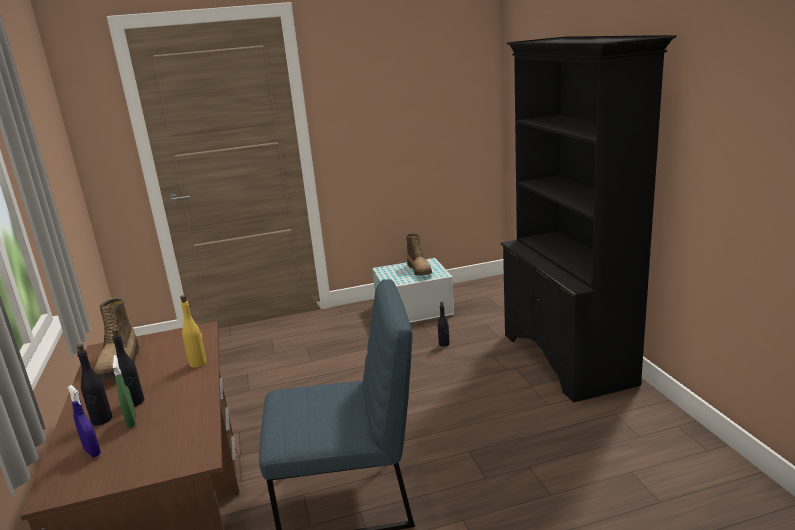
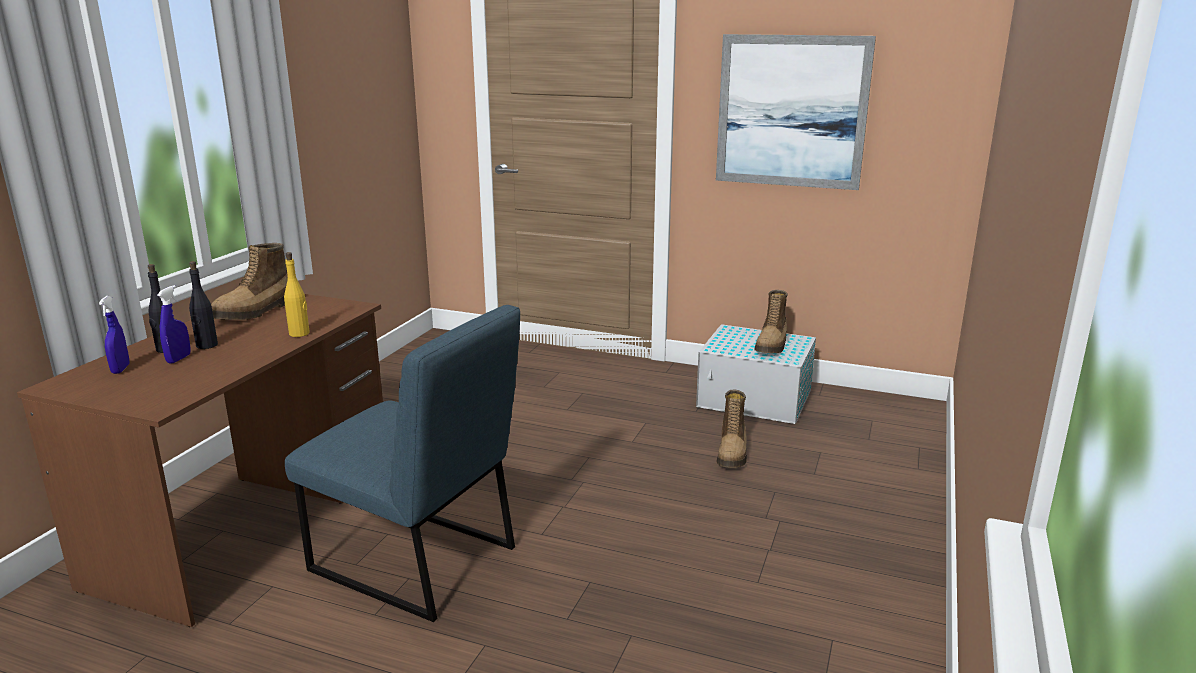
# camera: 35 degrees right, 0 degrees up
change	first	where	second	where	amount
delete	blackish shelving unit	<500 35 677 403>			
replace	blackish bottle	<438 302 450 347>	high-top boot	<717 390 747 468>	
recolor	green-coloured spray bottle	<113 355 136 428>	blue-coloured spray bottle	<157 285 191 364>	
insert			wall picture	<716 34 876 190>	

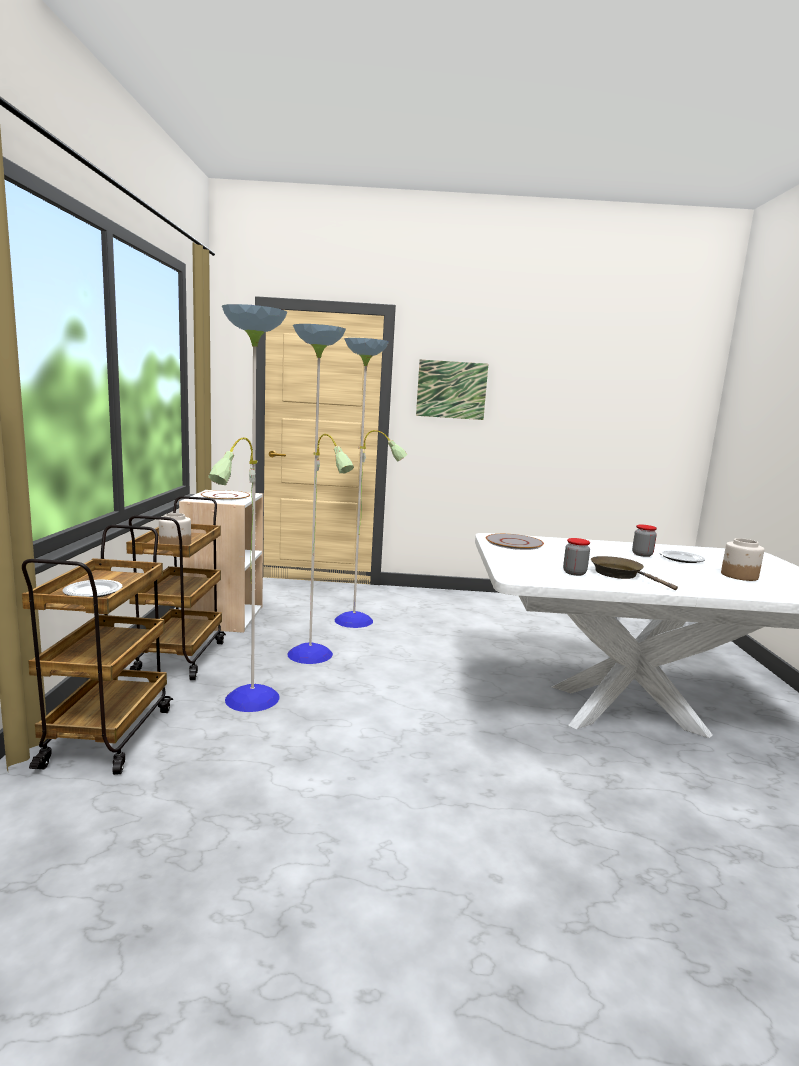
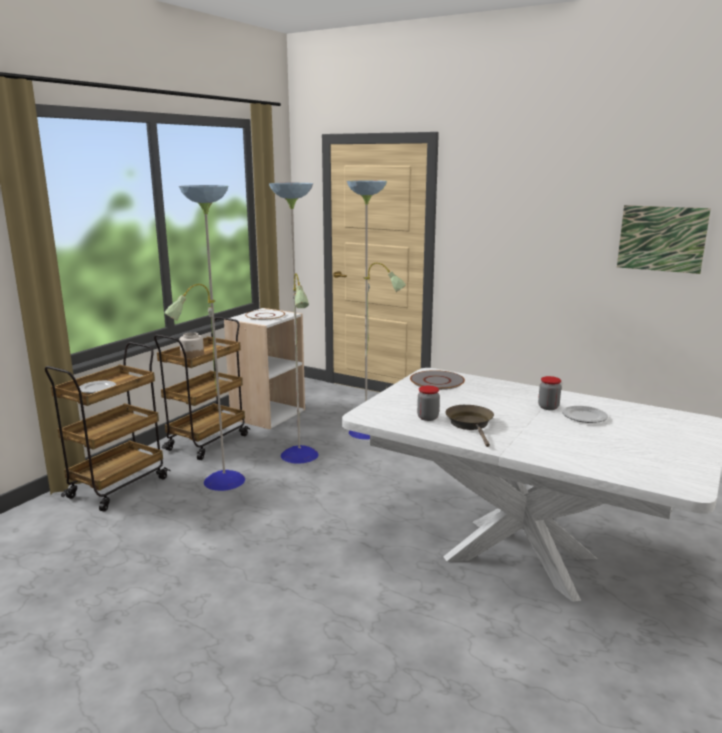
# camera: 30 degrees right, 5 degrees up
change	first	where	second	where	amount
move	wall picture	<416 360 488 420>		<617 205 711 274>	
delete	jar	<721 538 764 581>			

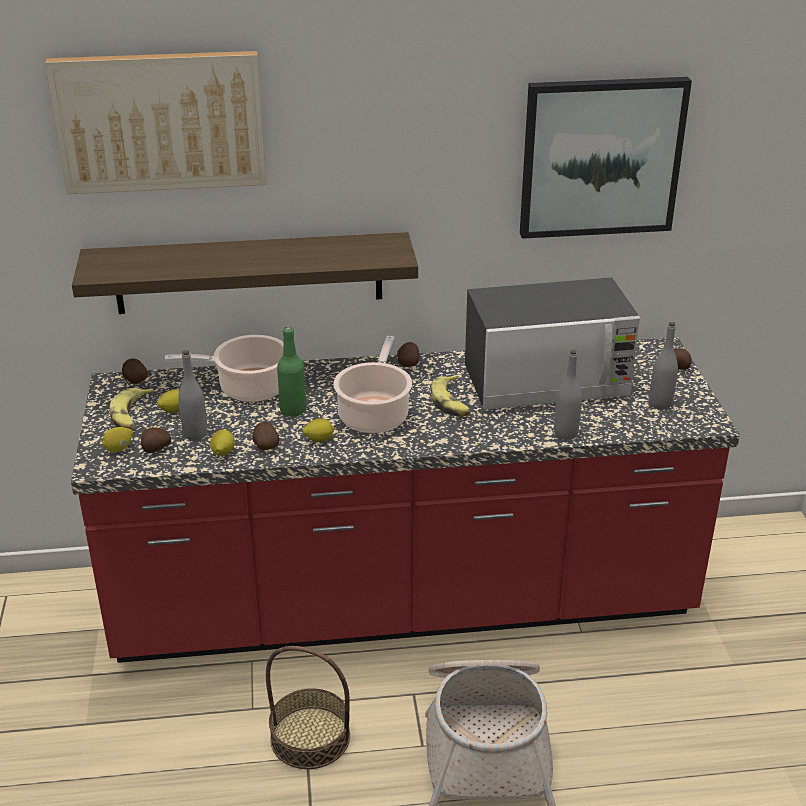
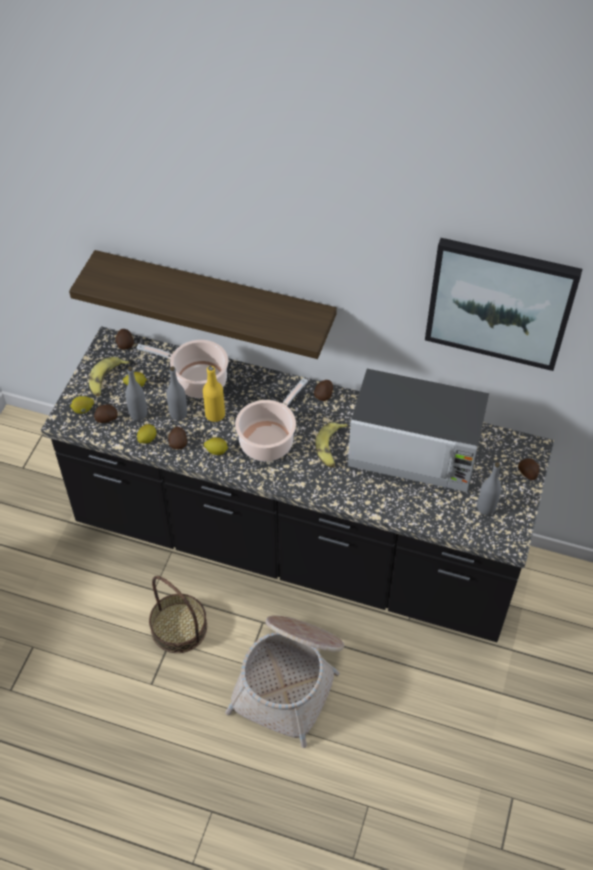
# camera: 25 degrees right, 20 degrees up
change	first	where	second	where	amount
delete	wall picture	<45 51 266 194>			
recolor	green-coloured bottle	<277 327 306 417>	yellowish bottle	<203 366 225 422>	
recolor	red kitchen counter	<71 337 740 663>	blackish kitchen counter	<41 326 554 642>	
move	grey bottle	<554 350 582 440>		<166 366 187 420>	

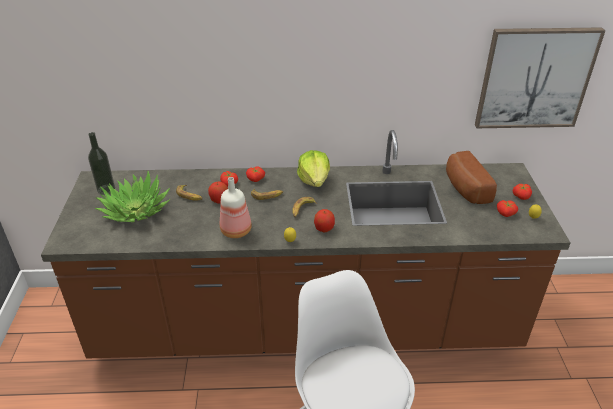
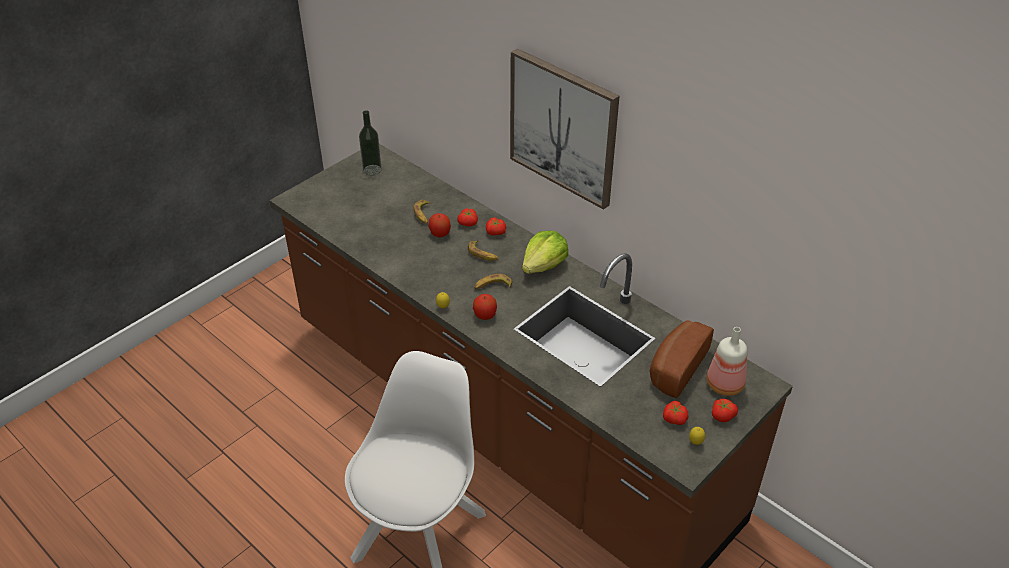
# camera: 45 degrees right, 5 degrees up
change	first	where	second	where	amount
move	wall picture	<475 27 605 128>		<510 48 620 210>	
delete	houseplant	<95 171 171 222>			
move	bottle	<220 177 252 238>		<707 327 747 396>	

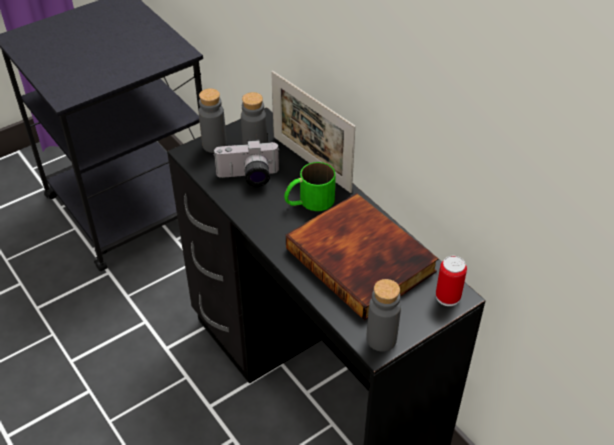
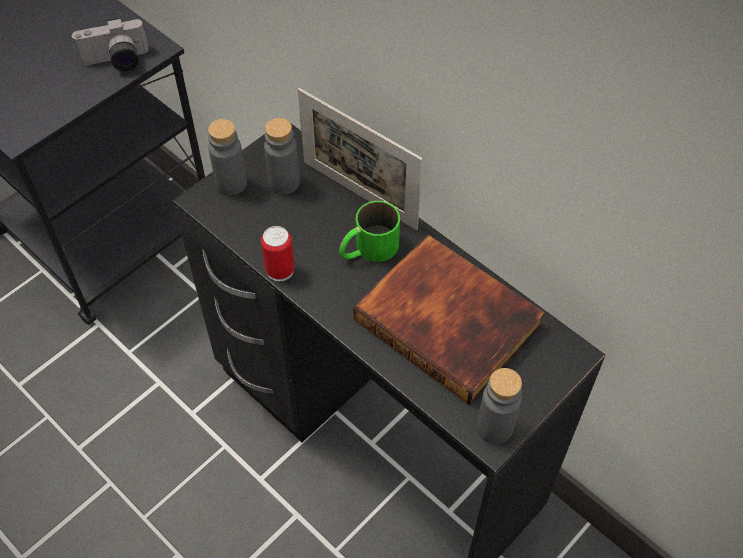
# camera: 10 degrees left, 10 degrees up
change	first	where	second	where	amount
move	photo camera	<213 139 280 187>		<72 17 149 71>	
move	sealed can	<436 255 467 306>		<261 226 295 281>	

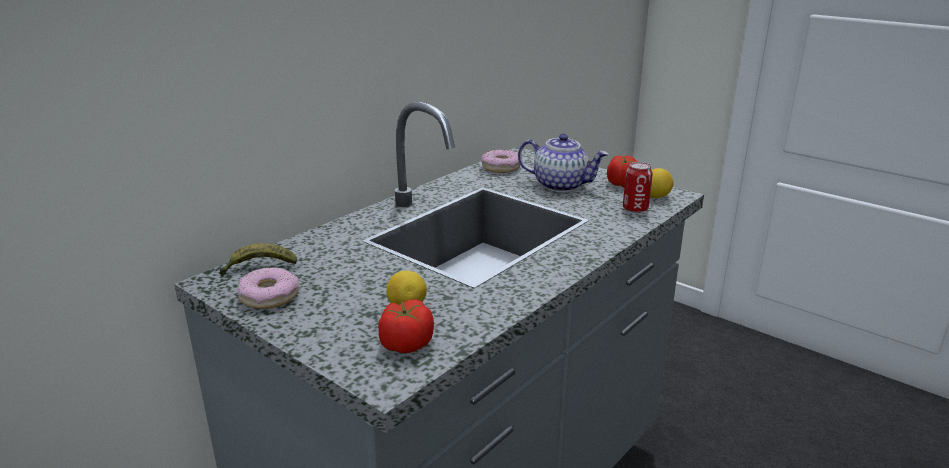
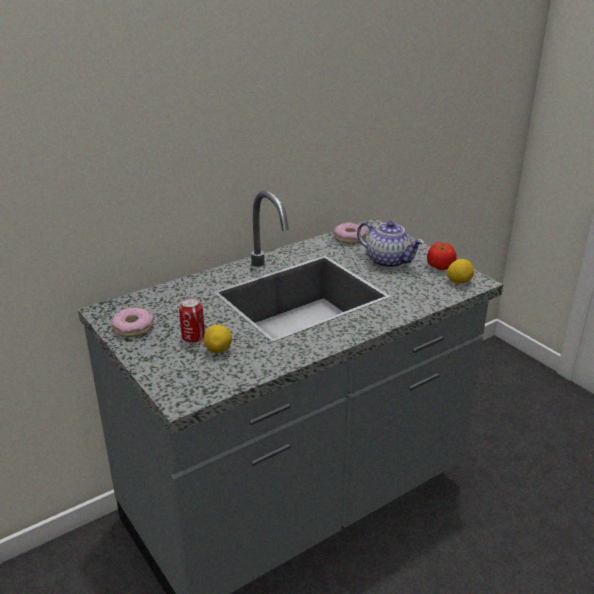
# camera: 15 degrees right, 5 degrees up
change	first	where	second	where	amount
move	sealed can	<623 162 653 213>		<179 297 205 343>	
delete	whole banana	<220 244 297 276>			
delete	fresh tomato	<378 299 434 353>			

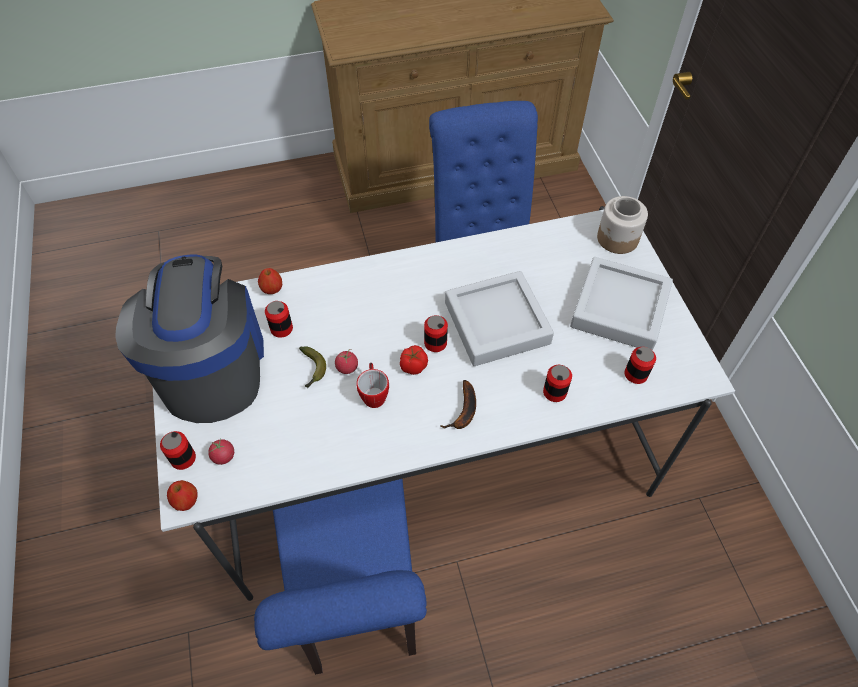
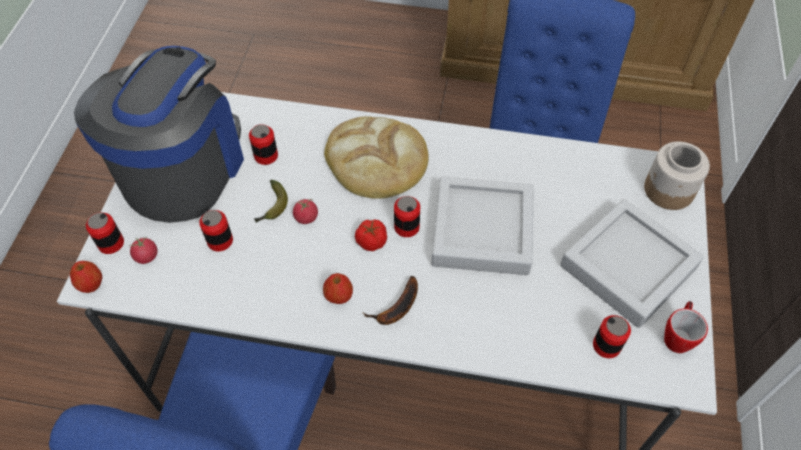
# camera: 25 degrees right, 0 degrees up
change	first	where	second	where	amount
move	apple fruit	<258 268 282 294>		<323 273 353 304>	
move	mug	<356 363 389 408>		<664 301 708 353>	
move	sealed can	<543 365 572 402>		<199 210 233 251>	
insert			bakery bread	<324 116 428 199>	

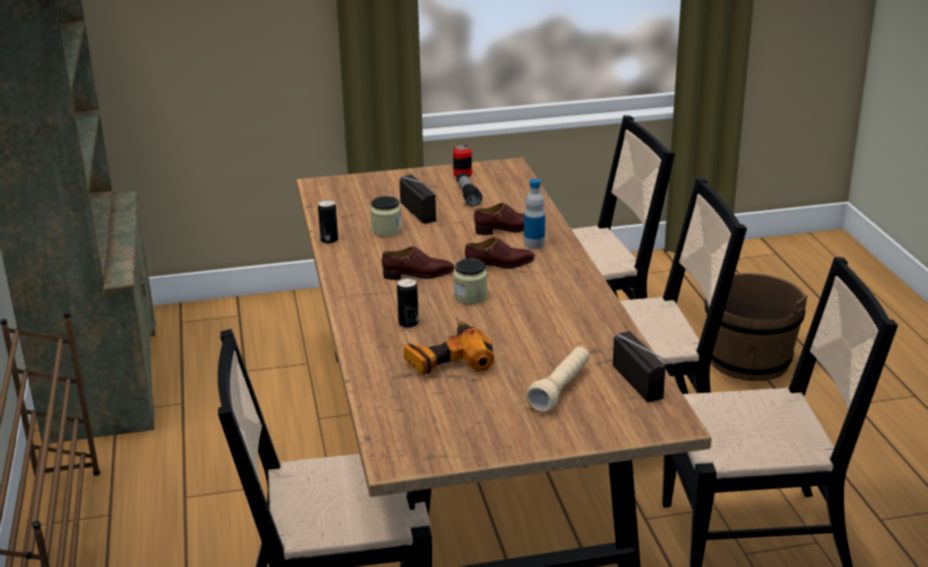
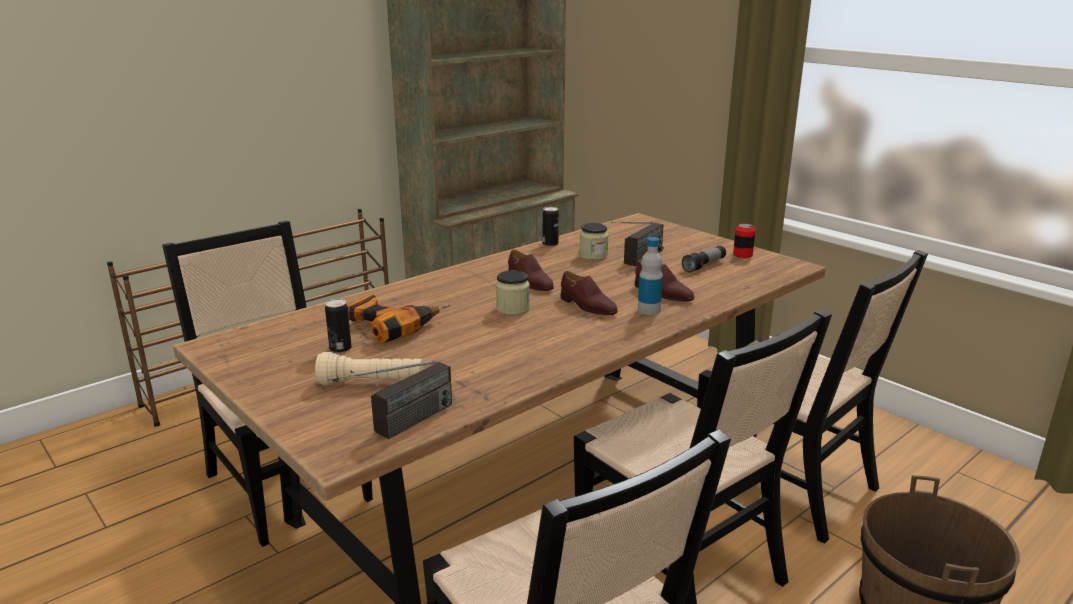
# camera: 60 degrees right, 5 degrees down
change	first	where	second	where	amount
move	sealed can	<397 278 419 328>		<325 299 352 353>	

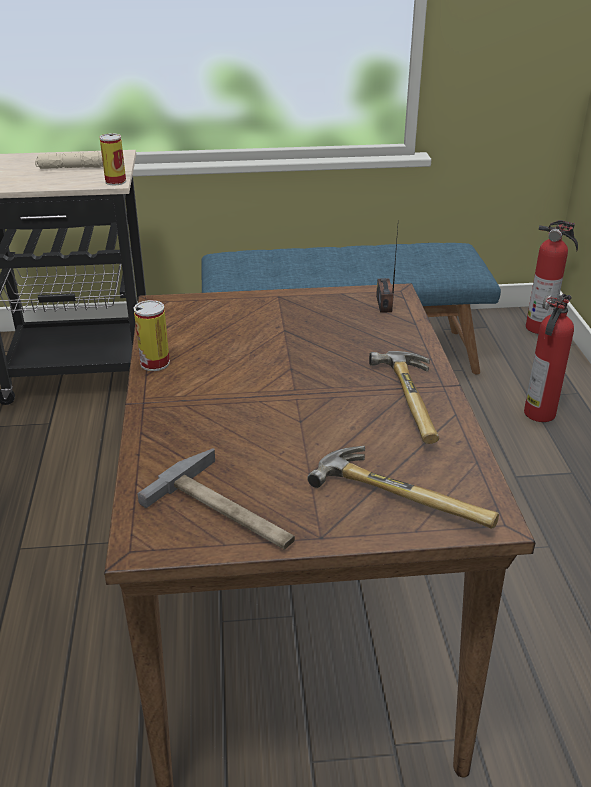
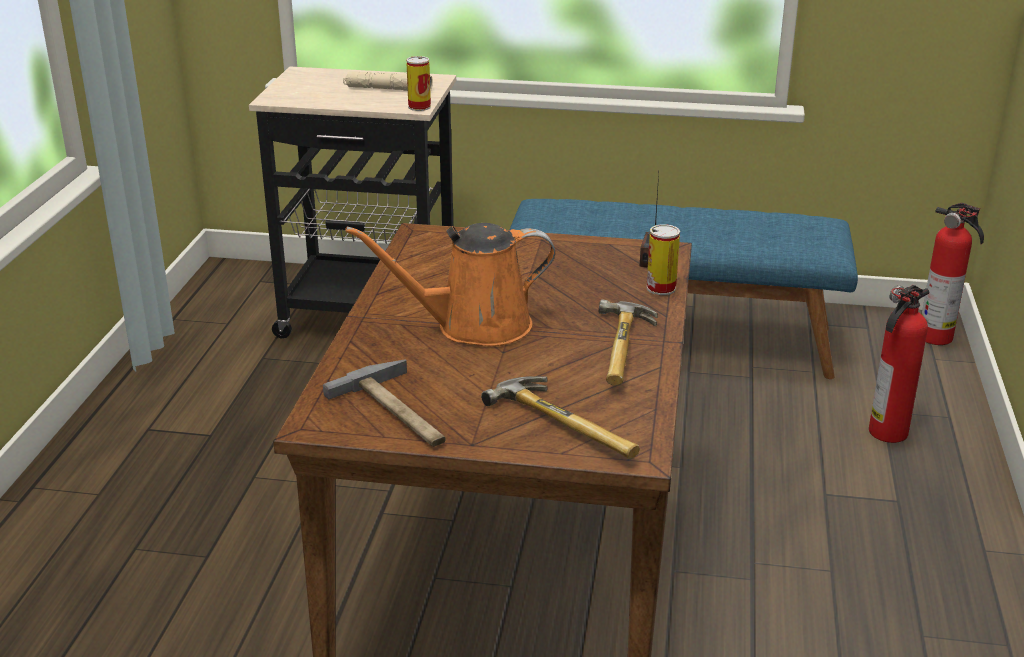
# camera: 15 degrees right, 5 degrees down
change	first	where	second	where	amount
move	sealed can	<134 300 170 371>		<647 224 680 295>	
insert			orange watering can	<345 223 555 346>	

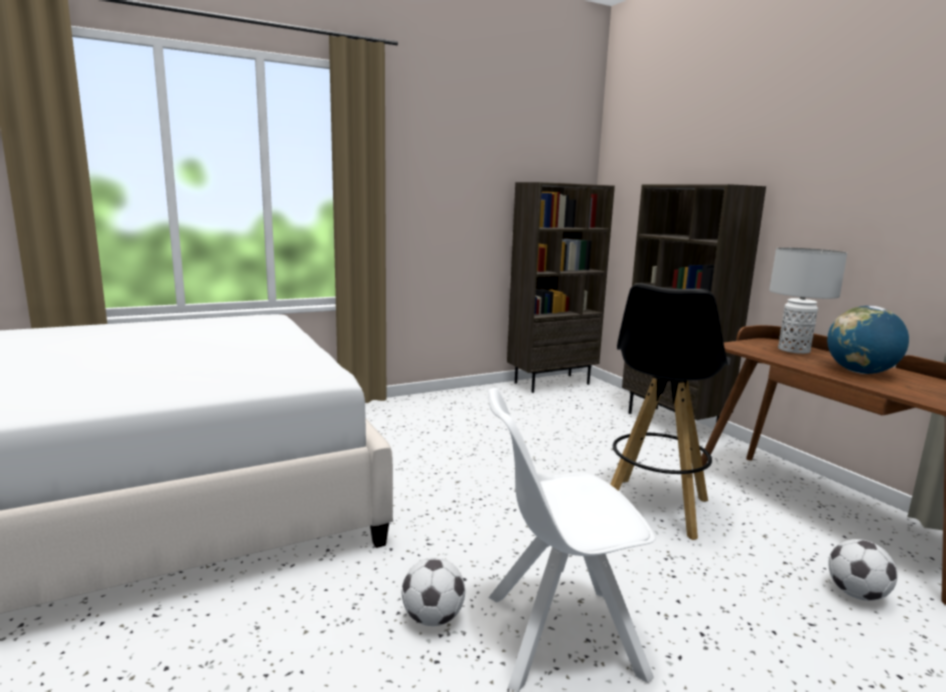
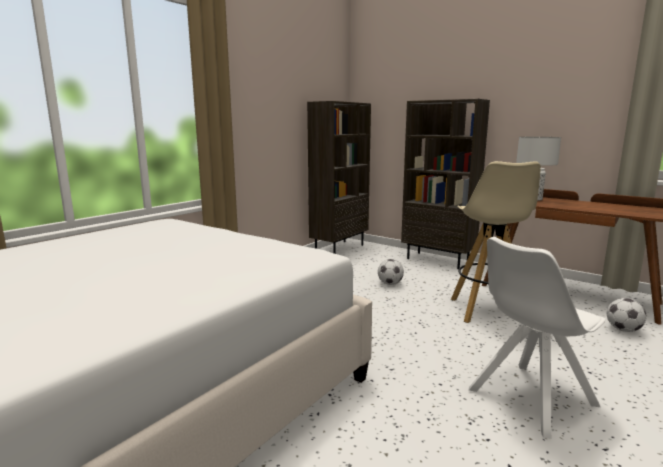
# camera: 25 degrees left, 0 degrees up
change	first	where	second	where	amount
recolor	blackish stool seat	<610 283 731 540>	beige stool seat	<451 161 541 323>	
delete	world globe	<827 306 909 374>			
move	ball for football	<402 558 465 626>		<378 259 404 285>	

